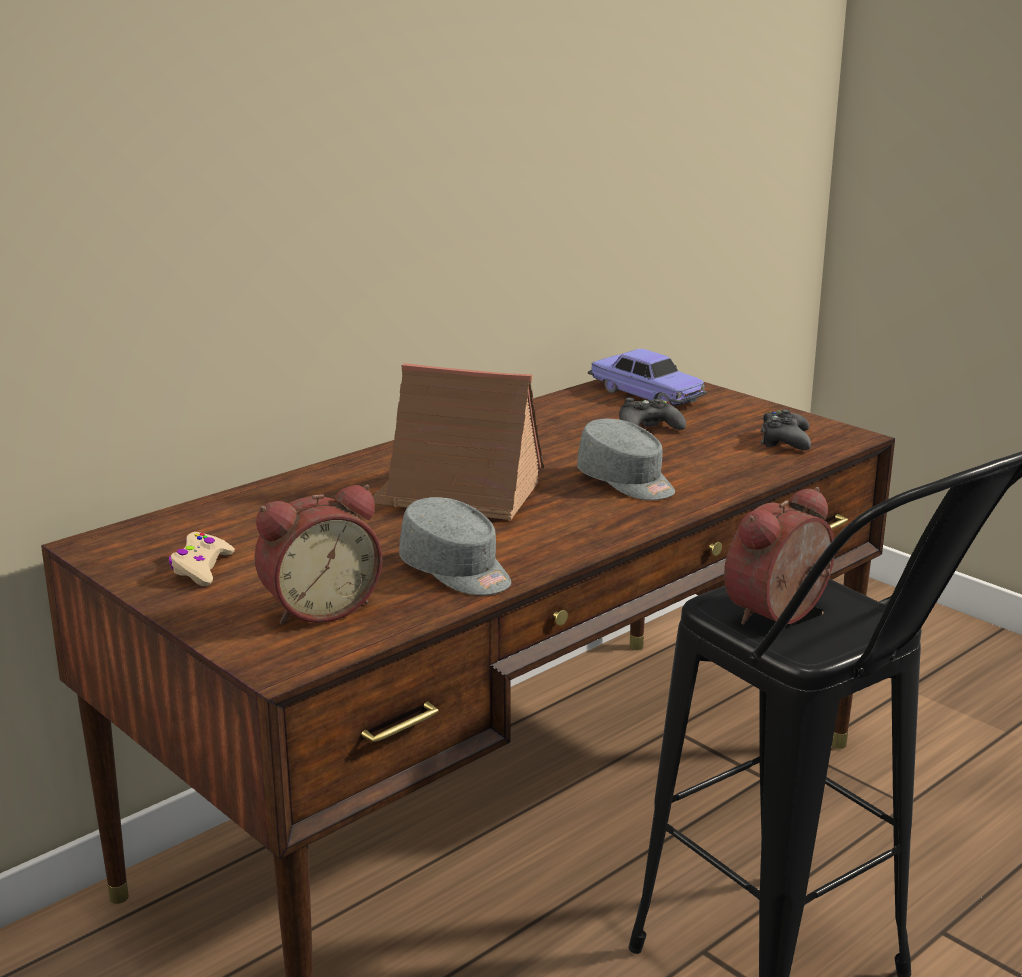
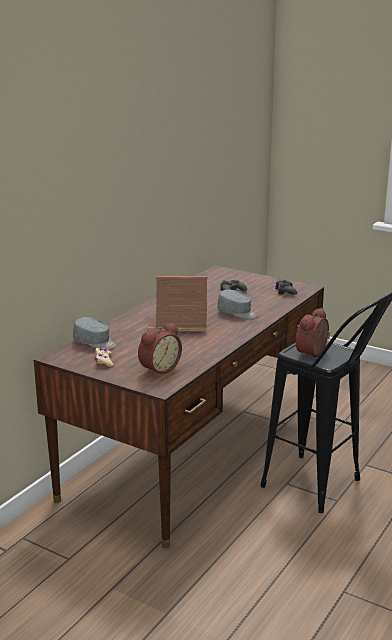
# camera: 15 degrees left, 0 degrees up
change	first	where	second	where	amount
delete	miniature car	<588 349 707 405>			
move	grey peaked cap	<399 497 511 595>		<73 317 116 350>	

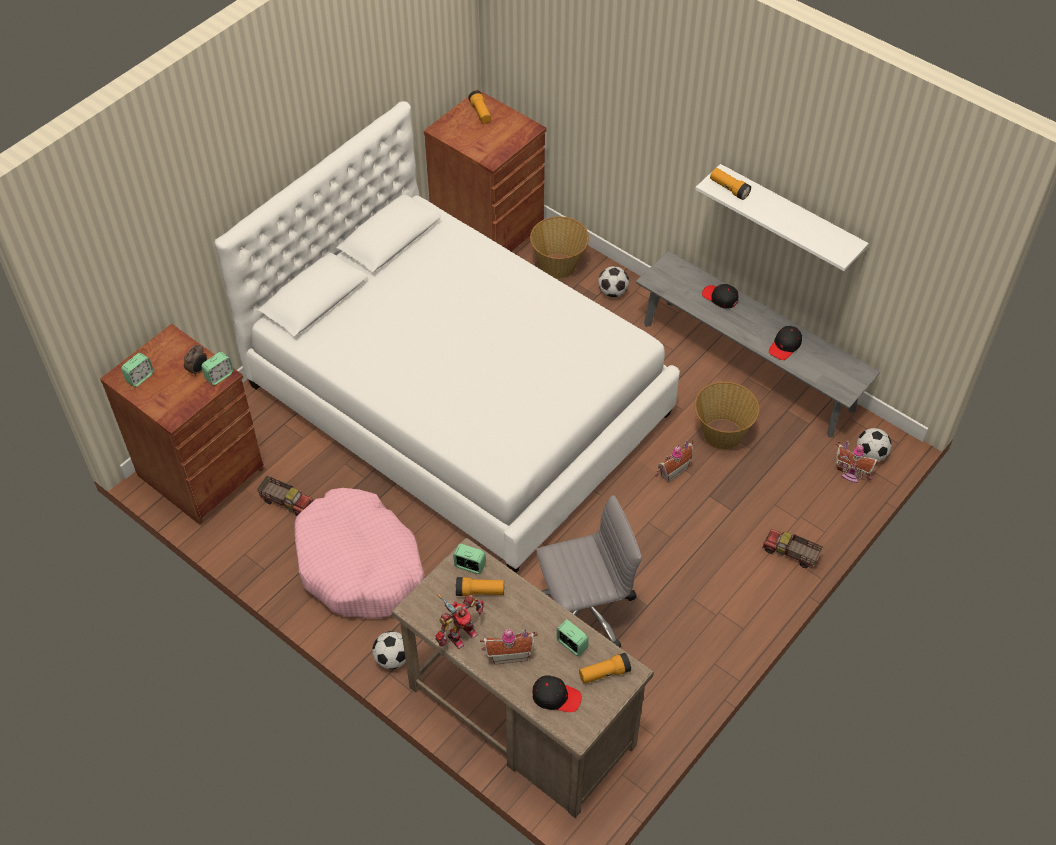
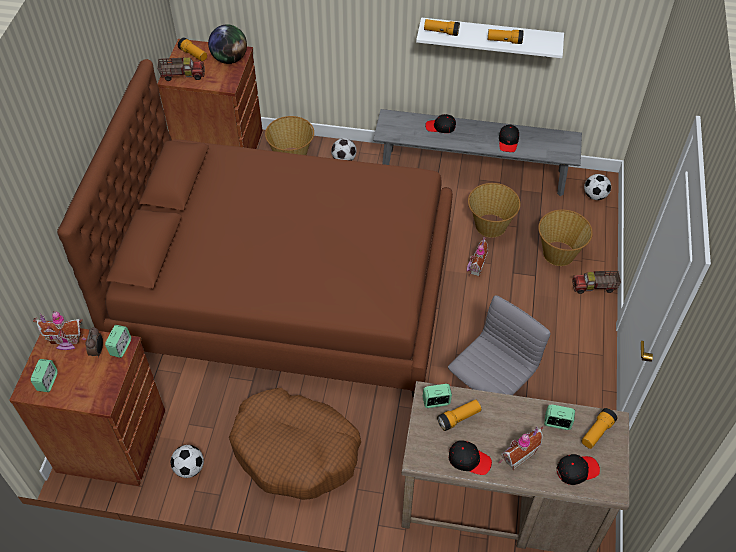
# camera: 30 degrees left, 0 degrees up
change	first	where	second	where	amount
recolor	whitish sleeping bed	<214 101 680 573>	brownish sleeping bed	<57 59 453 398>	
move	model house	<836 440 880 483>		<33 311 86 350>	
move	toy truck	<257 475 314 516>		<157 57 205 81>	
recolor	pink-coloured pet bed	<294 488 425 618>	brownish pet bed	<229 388 361 500>	
replace	robot figure	<435 594 484 649>	blackish peaked cap	<449 440 492 475>	
move	ball for football	<372 631 406 669>		<171 445 204 478>	
insert			world globe	<208 24 247 64>	
insert			torch	<488 29 524 44>	
insert			household basket	<538 210 593 266>	

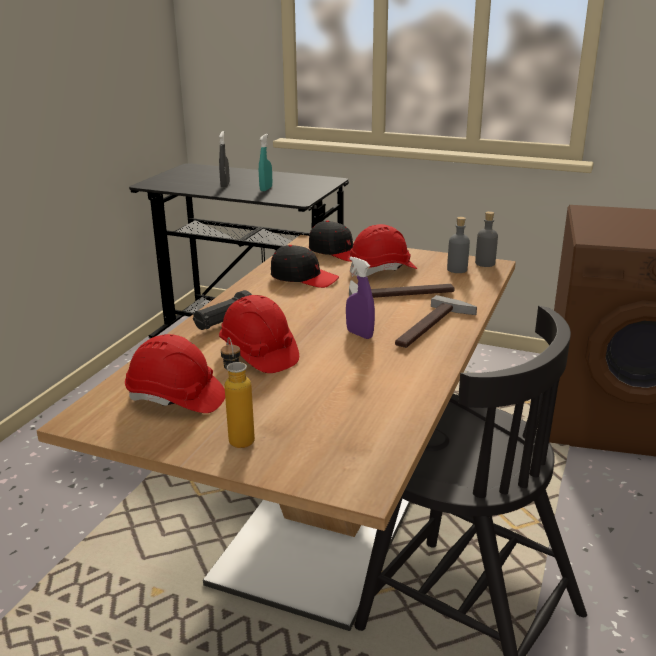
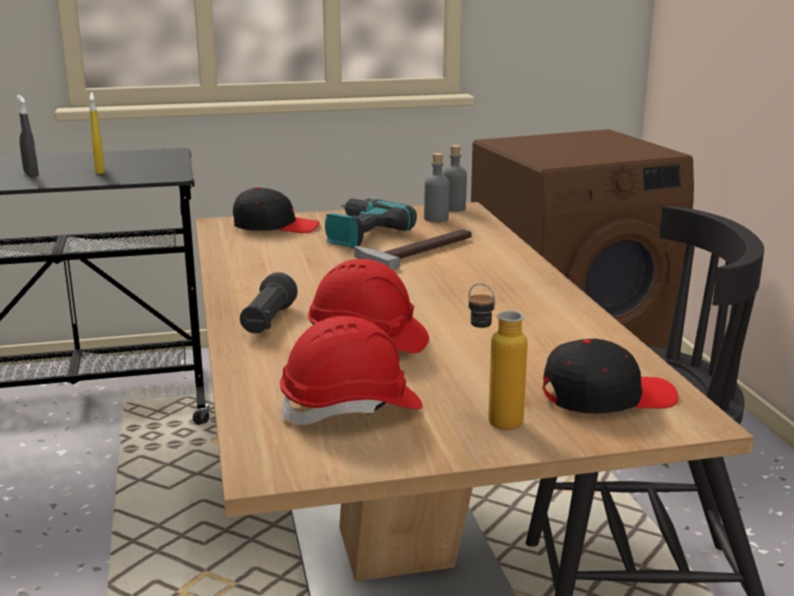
# camera: 35 degrees left, 5 degrees down
change	first	where	second	where	amount
recolor	blue-green spray bottle	<259 134 272 191>	yellowish spray bottle	<89 93 105 174>	
replace	red work helmet	<349 224 417 277>	electric drill	<325 198 417 249>	
move	blackish peaked cap	<271 245 339 288>		<542 339 678 414>	
delete	purple spray bottle	<346 257 375 339>			
delete	hammer	<395 295 477 348>			

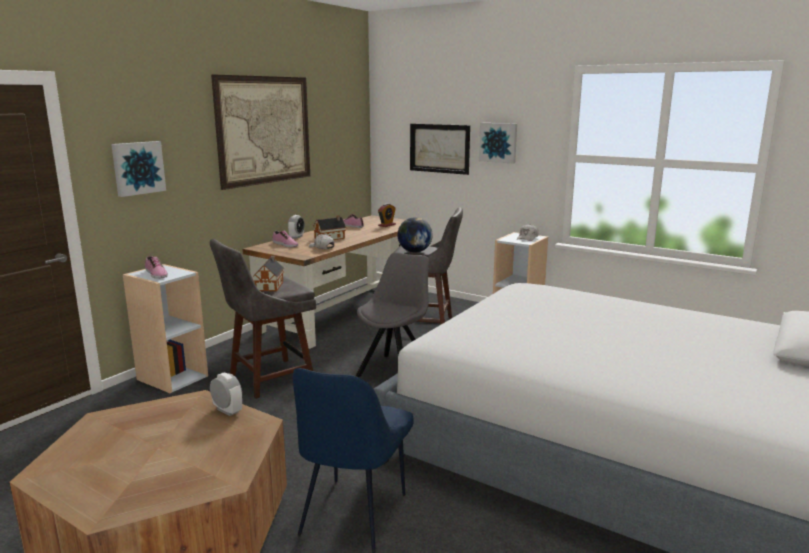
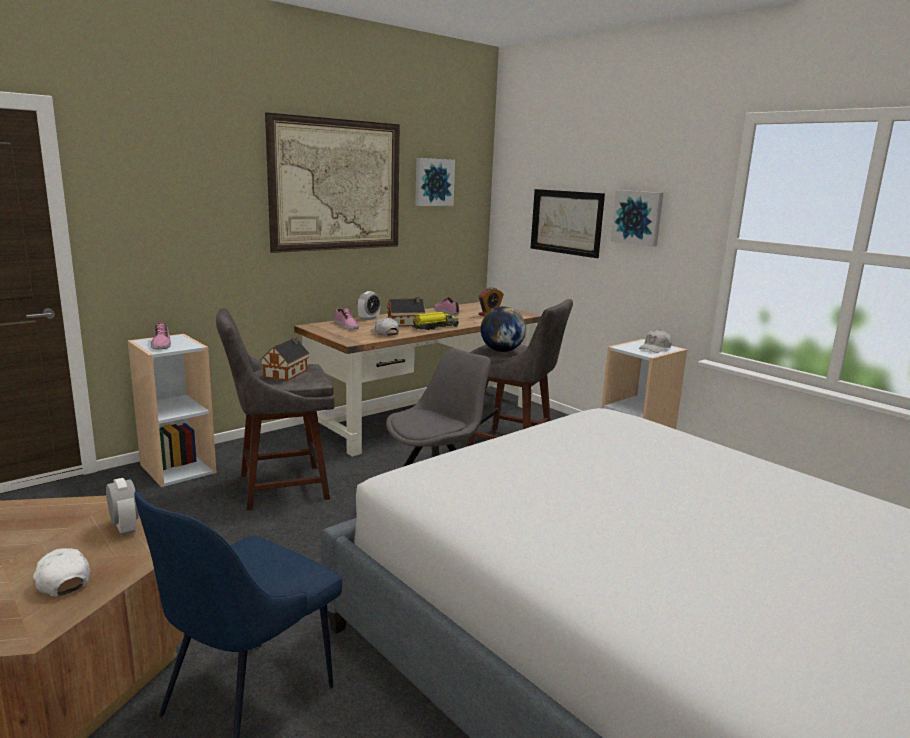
# camera: 15 degrees right, 0 degrees up
change	first	where	second	where	amount
move	wall picture	<111 141 166 197>		<415 158 455 206>	
insert			toy truck	<412 312 459 330>	
insert			whitish peaked cap	<33 548 90 597>	

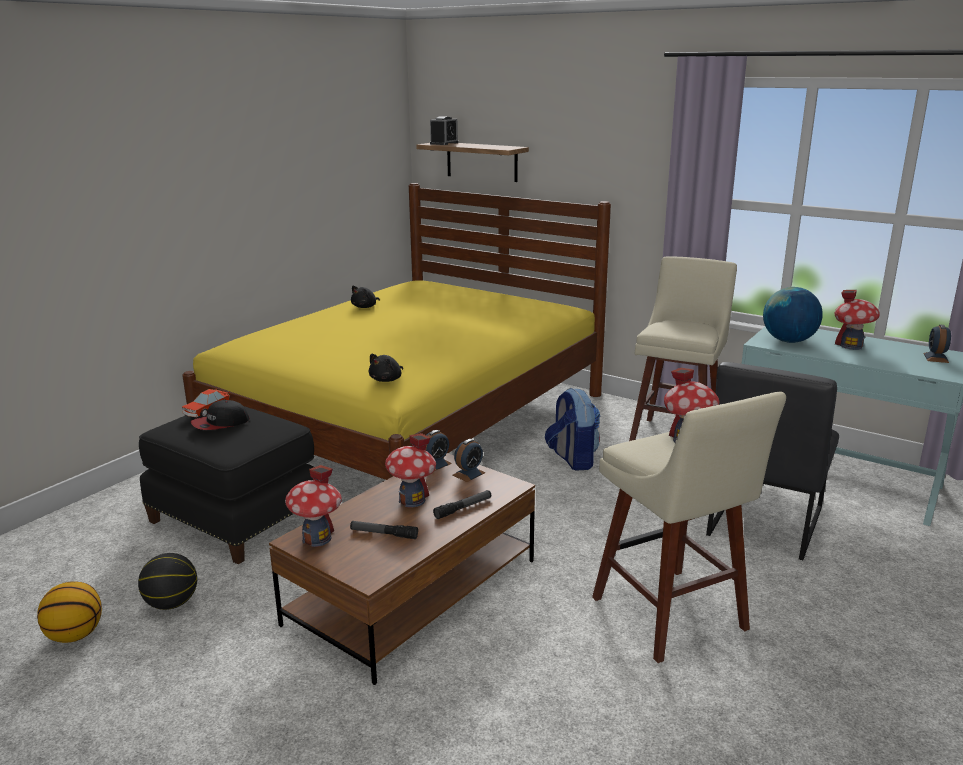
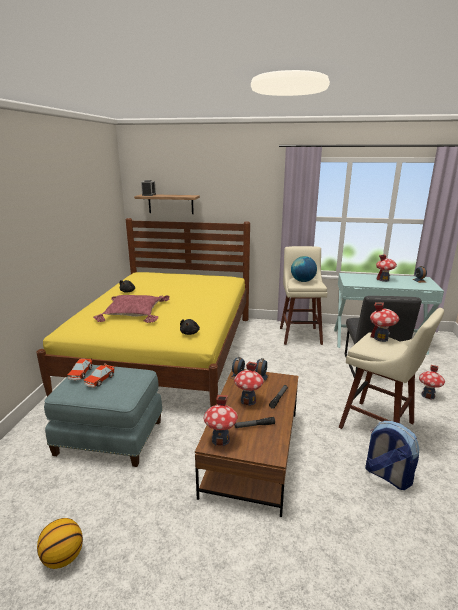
# camera: 25 degrees left, 0 degrees up
change	first	where	second	where	amount
move	world globe	<763 287 823 343>		<291 256 317 282>	
move	knapsack	<545 388 600 471>		<365 421 419 490>	
replace	peaked cap	<191 400 250 430>	miniature car	<84 364 115 387>	
recolor	blackish ottoman	<139 406 314 564>	blue-coloured ottoman	<44 365 163 467>	
delete	basketball	<138 553 197 610>			
insert			red cushion	<93 295 170 323>	
insert			model house	<419 365 445 400>	

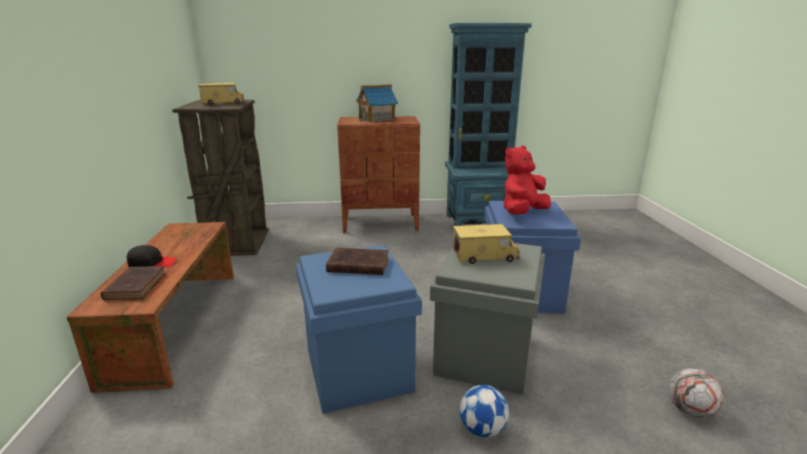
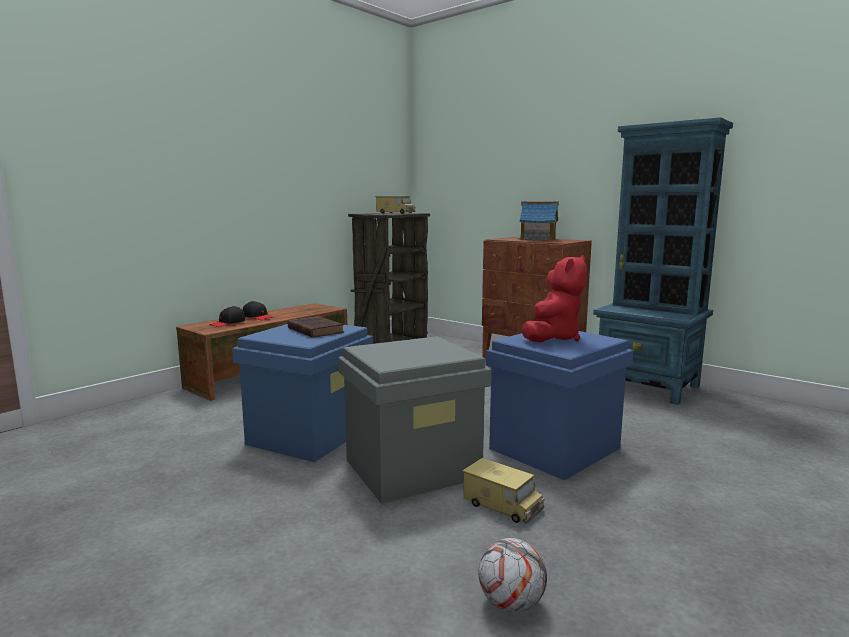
# camera: 45 degrees right, 10 degrees down
change	first	where	second	where	amount
rotate	red cuddly toy	<503 146 551 215>		<522 255 587 343>	120 degrees clockwise
move	toy truck	<453 224 520 264>		<462 458 544 524>	
replace	brownish bound book	<100 266 166 300>	blackish peaked cap	<209 306 245 327>	
delete	ball for football	<460 385 509 437>			

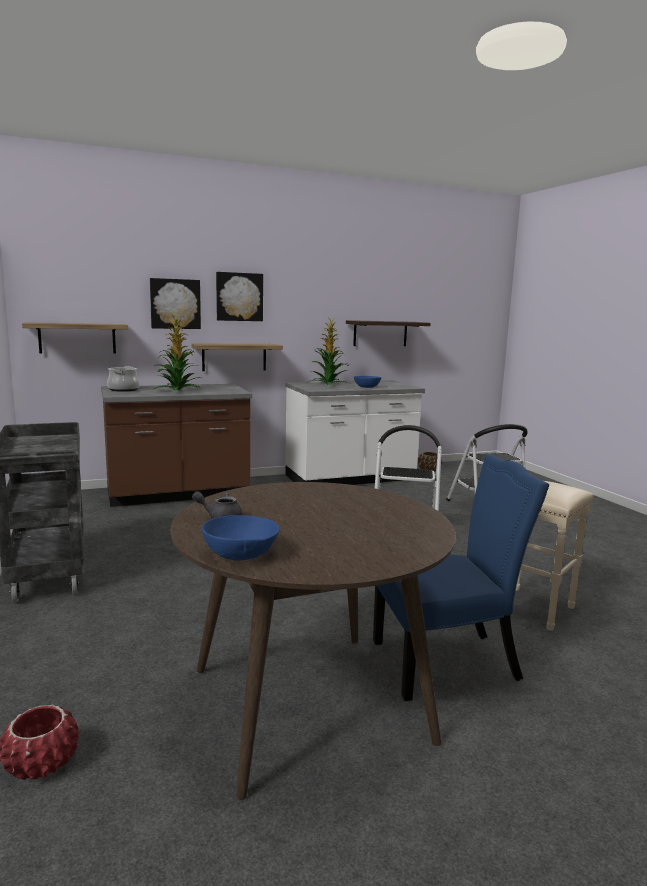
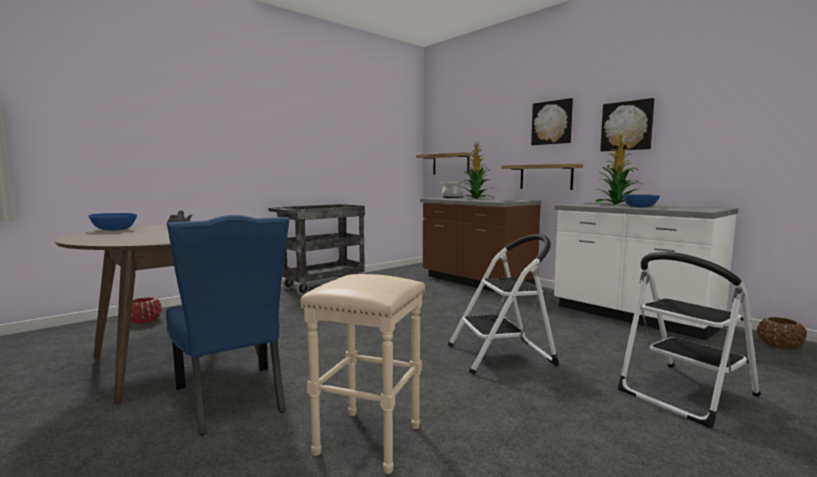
# camera: 70 degrees right, 5 degrees down
change	first	where	second	where	amount
move	wall picture	<150 278 201 329>		<600 98 654 151>	
delete	shelf	<346 320 431 346>			

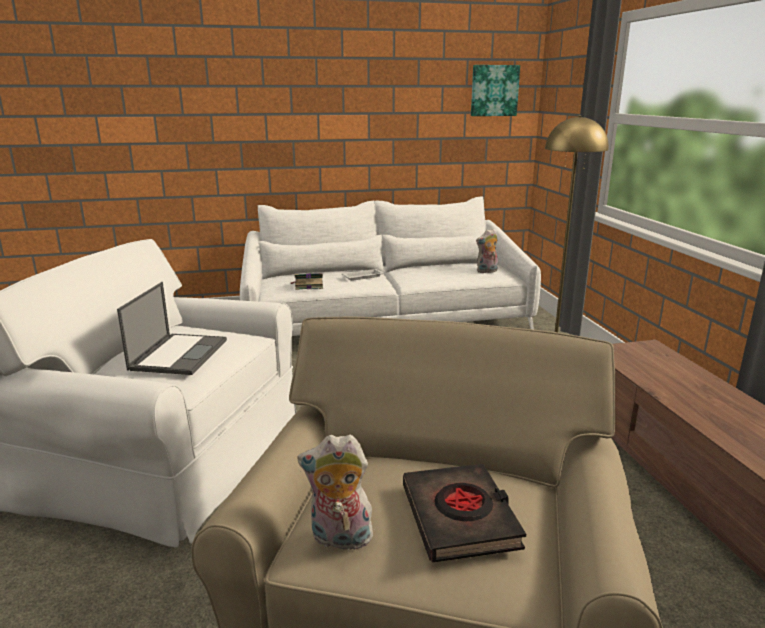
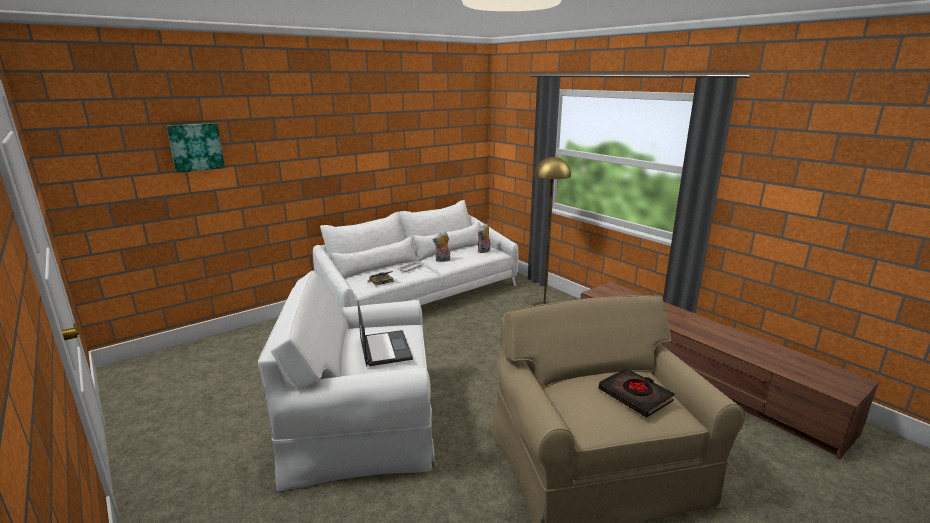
# camera: 25 degrees left, 0 degrees up
change	first	where	second	where	amount
move	wall picture	<471 65 520 116>		<167 123 225 173>	
move	cuddly toy	<297 435 375 554>		<433 232 450 262>	

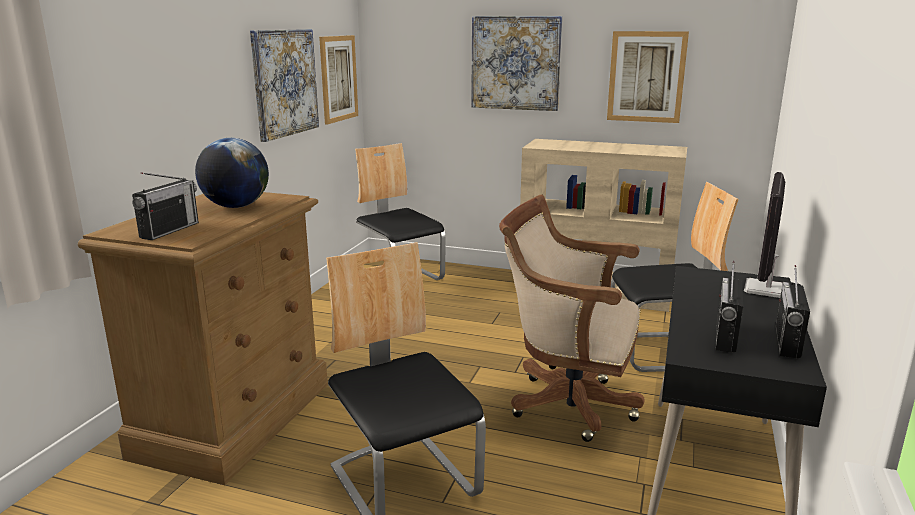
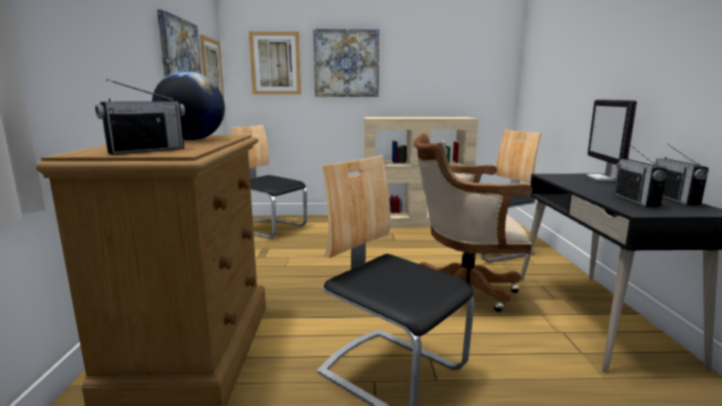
# camera: 20 degrees left, 5 degrees down
change	first	where	second	where	amount
move	wall picture	<607 31 689 123>		<249 32 301 94>	
rotate	radio	<132 172 199 240>		<95 79 185 155>	45 degrees clockwise

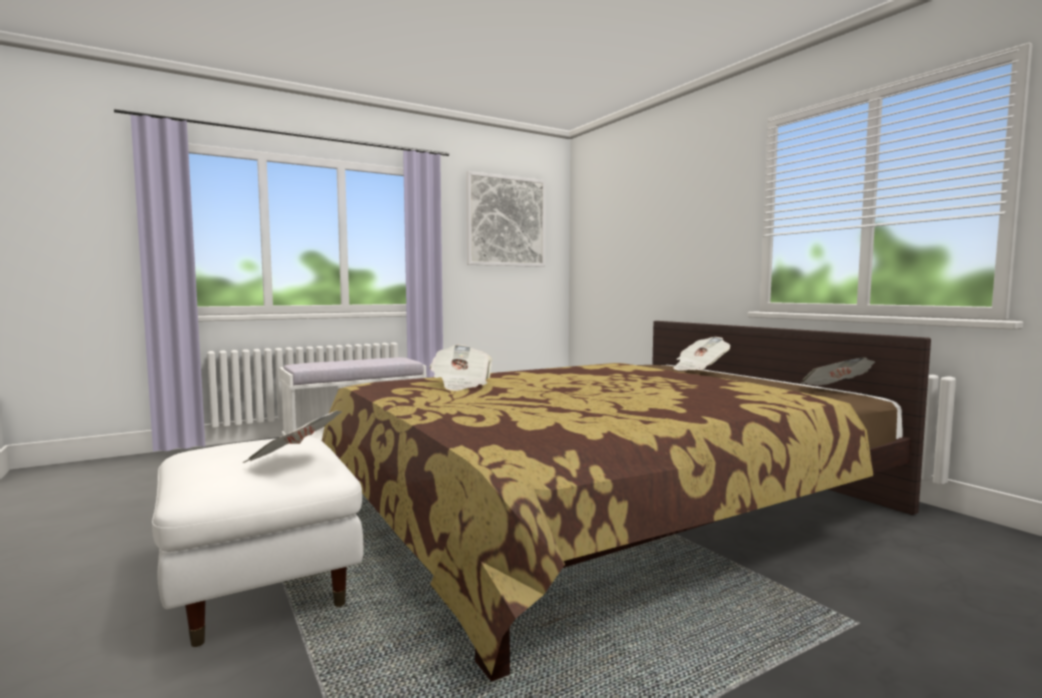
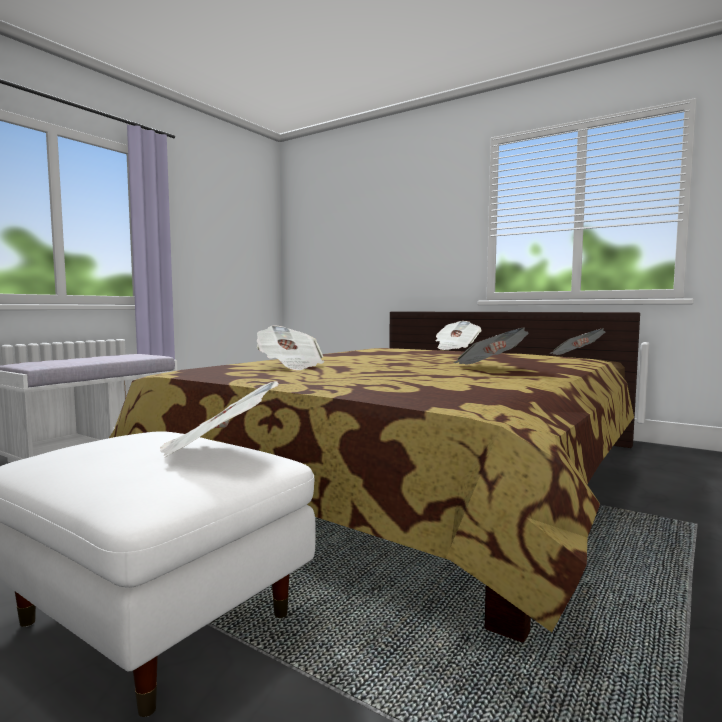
# camera: 25 degrees left, 0 degrees up
change	first	where	second	where	amount
delete	wall picture	<466 171 546 267>			
insert			daily paper	<454 328 529 365>	

